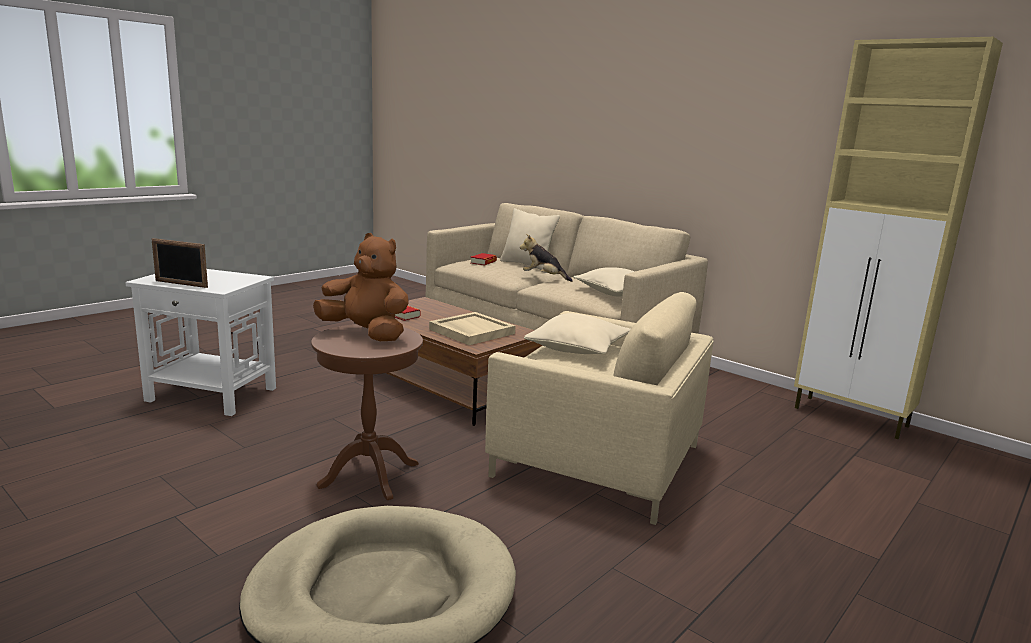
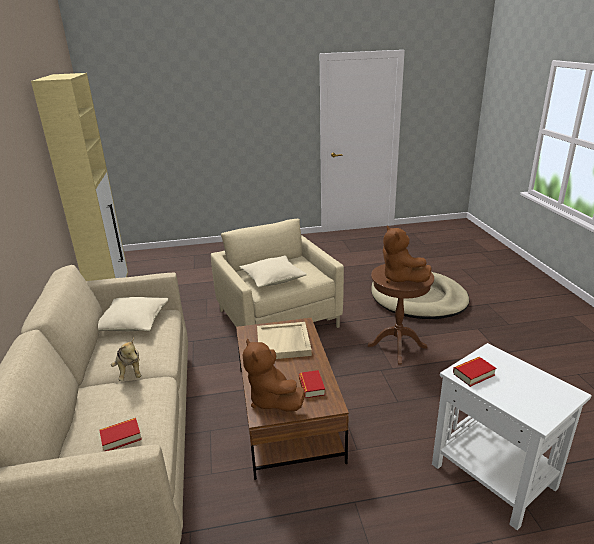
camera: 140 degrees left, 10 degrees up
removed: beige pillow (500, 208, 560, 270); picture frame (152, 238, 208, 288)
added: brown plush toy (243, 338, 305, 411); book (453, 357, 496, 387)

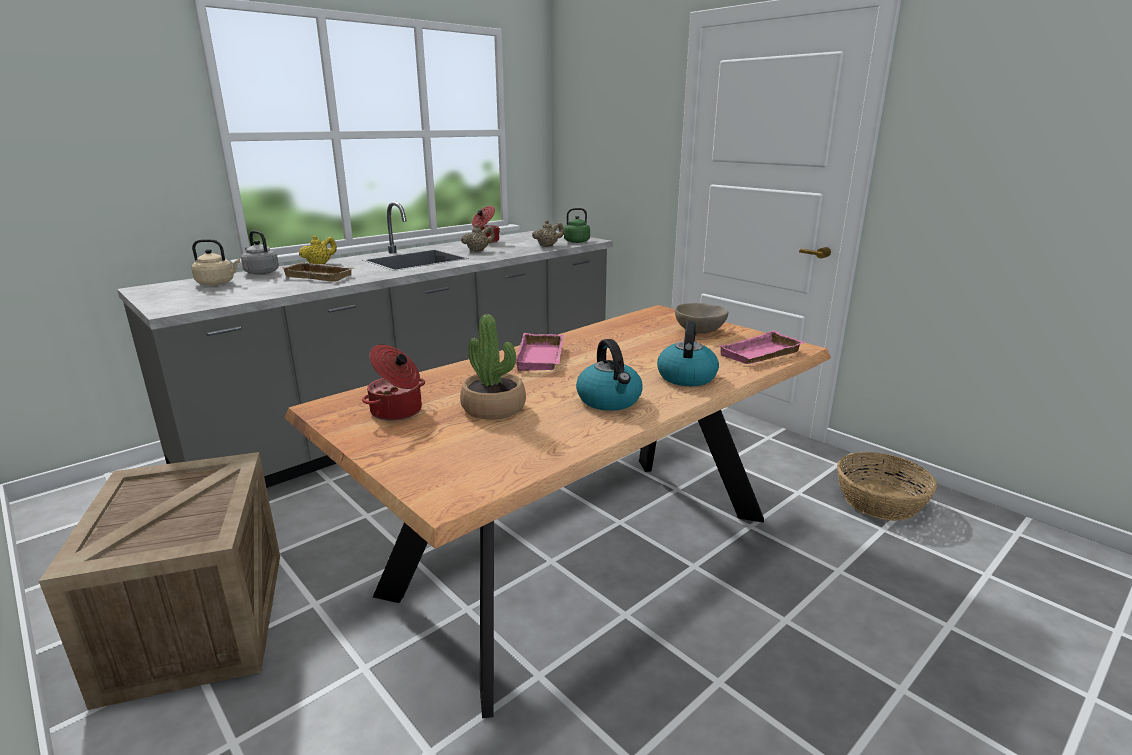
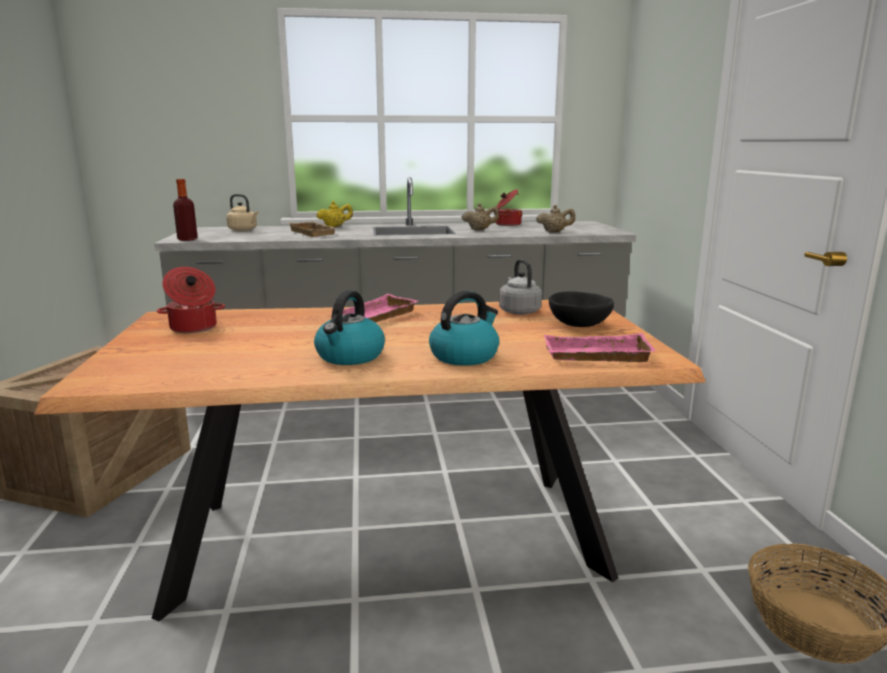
camera: 35 degrees right, 5 degrees down
removed: green kettle (556, 208, 590, 243); potted plant (460, 314, 526, 420)
added: bottle (173, 179, 198, 241)
moved: grey kettle (241, 231, 279, 275) to (499, 259, 542, 315)
recoloured: beige bowl (675, 303, 728, 333) to black bowl (549, 291, 614, 327)

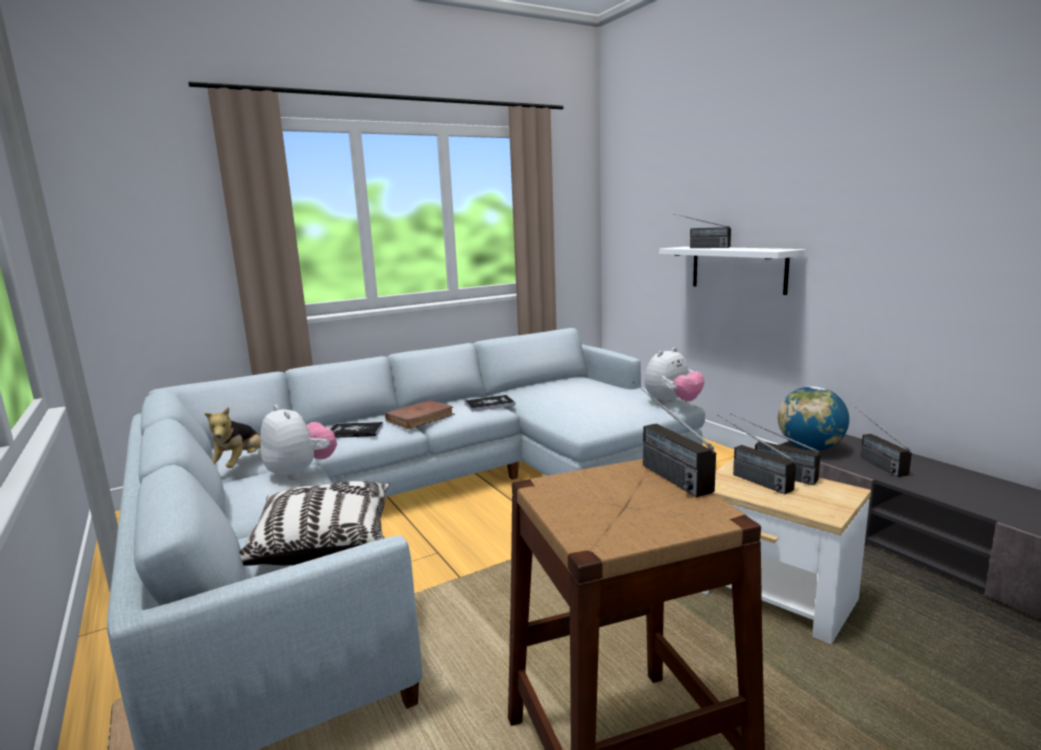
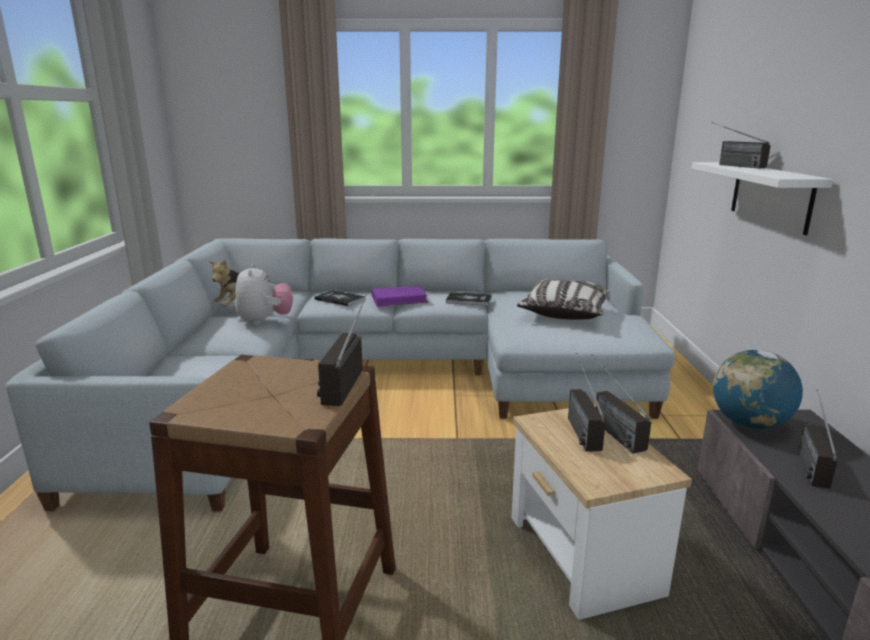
camera: 30 degrees right, 5 degrees up
removed: plush toy (644, 347, 705, 404)
moved: pillow (239, 481, 390, 566) to (517, 279, 610, 320)
recoloured: brown book (385, 400, 455, 429) to purple book (372, 286, 428, 307)

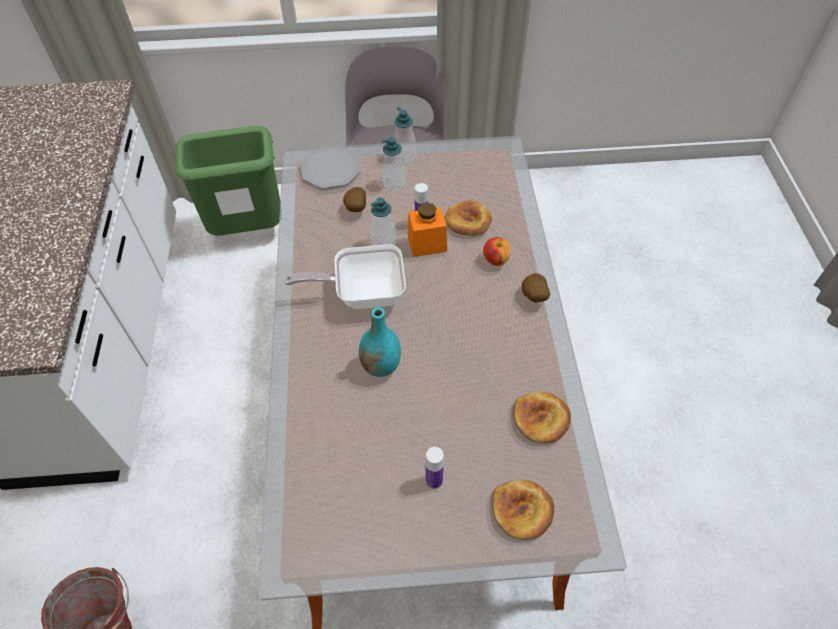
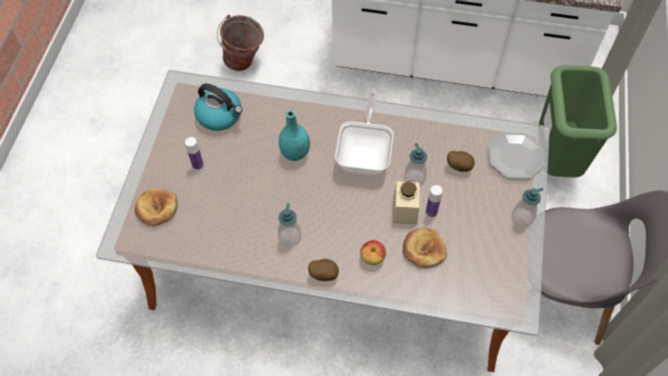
camera: 105 degrees right, 5 degrees up
removed: bread (513, 392, 571, 443)
added: kettle (194, 83, 242, 131)
moved: soap dispenser (381, 137, 406, 191) to (278, 203, 301, 247)
recoloured: orange jar (408, 203, 447, 257) to beige jar (393, 181, 420, 225)

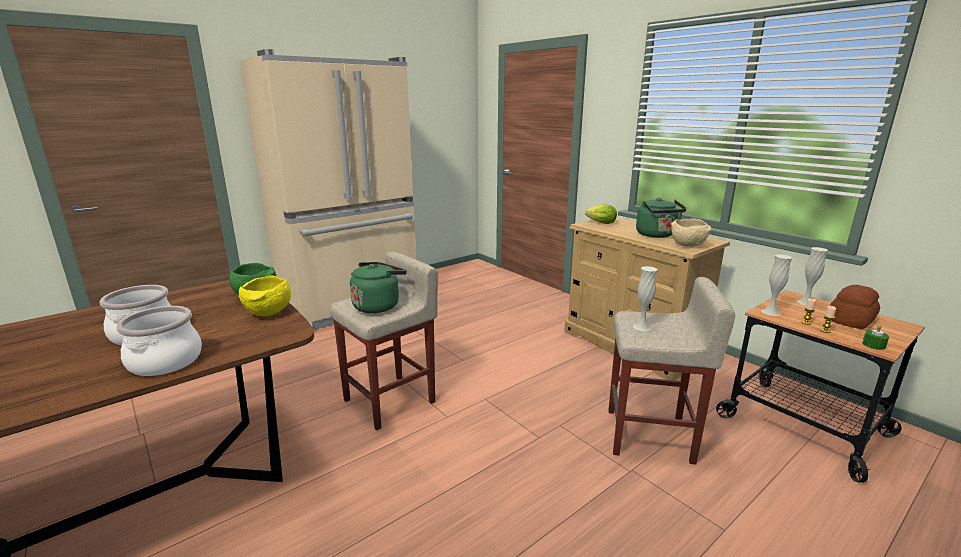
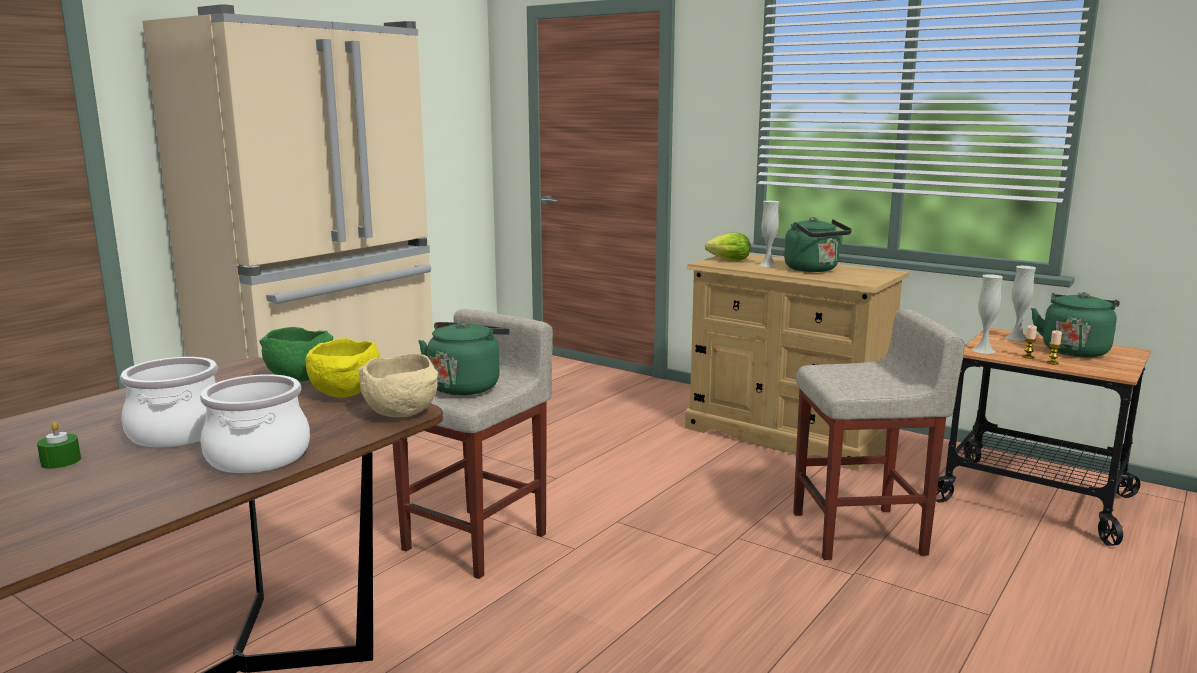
camera: 15 degrees left, 5 degrees down
moved: beige bowl (671, 218, 711, 247) to (358, 353, 438, 417); white vase (633, 266, 658, 331) to (759, 201, 779, 267); green candle (862, 325, 889, 350) to (37, 422, 81, 469)
replaced: bread (830, 285, 880, 329) to green kettle (1031, 292, 1120, 357)

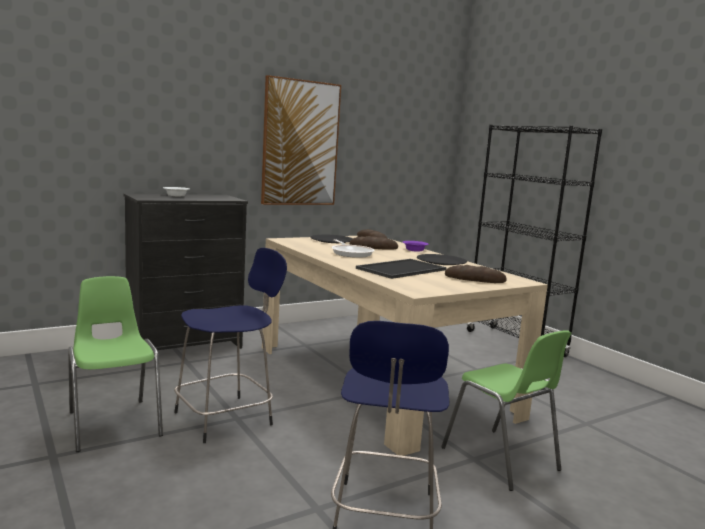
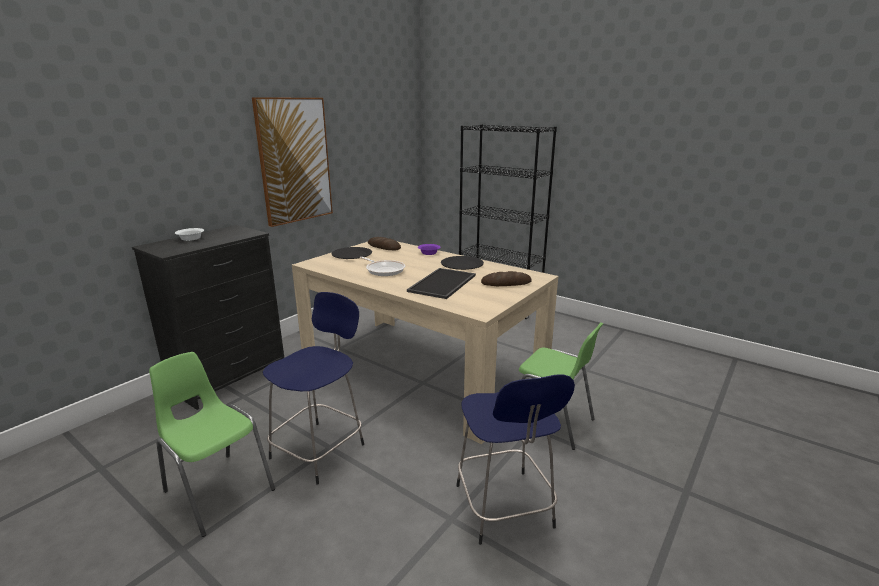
camera: 20 degrees left, 10 degrees up
removed: bread (349, 236, 398, 250)

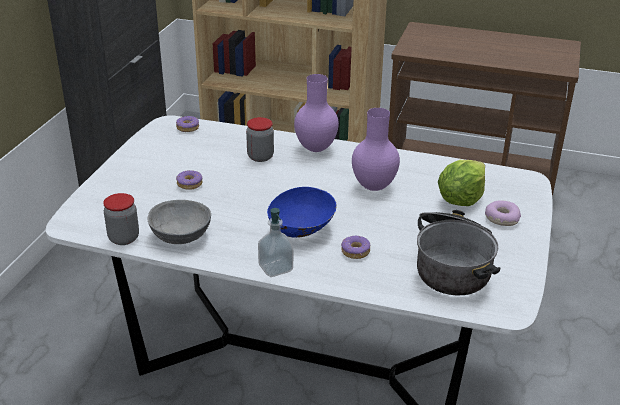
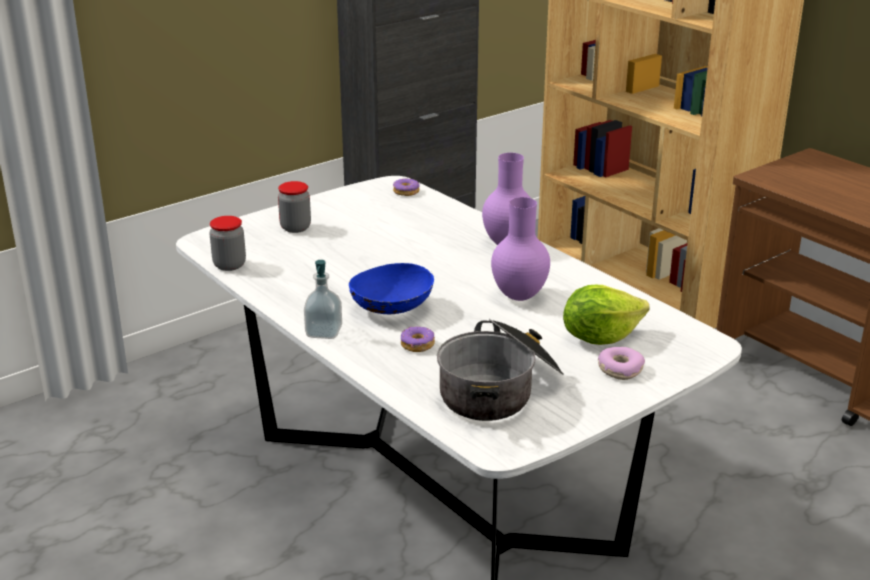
camera: 35 degrees right, 5 degrees down
removed: donut (176, 170, 202, 190); grey bowl (147, 200, 211, 244)
moved: jar (246, 117, 274, 162) to (278, 181, 311, 233)

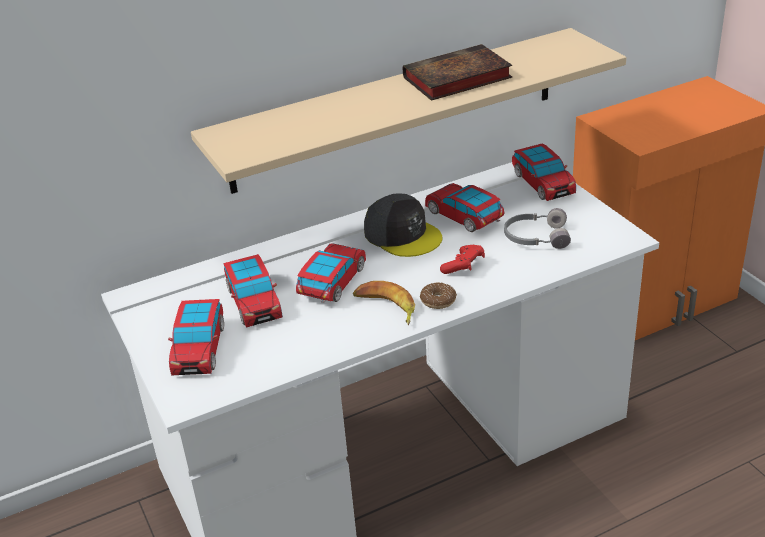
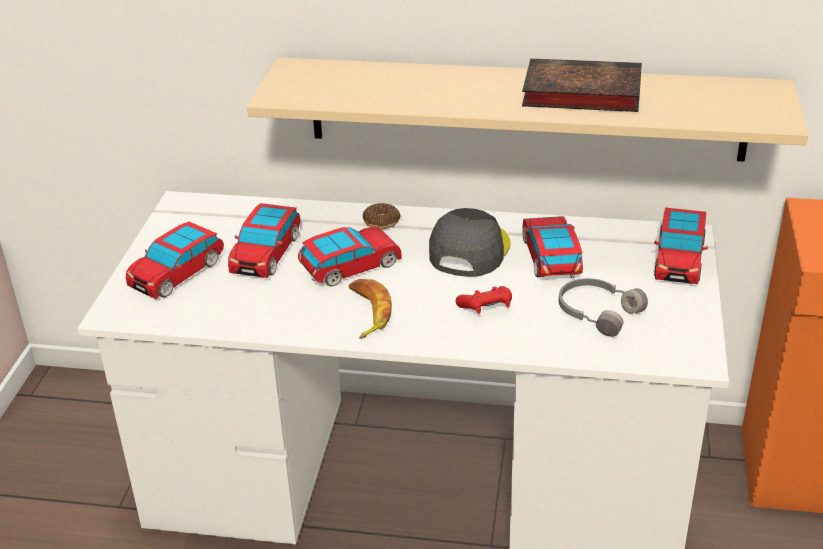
camera: 35 degrees right, 0 degrees up
moved: donut (420, 282, 457, 309) to (363, 203, 401, 229)
turned: grey cap (364, 193, 442, 257) = (429, 208, 511, 277) 150 degrees counterclockwise

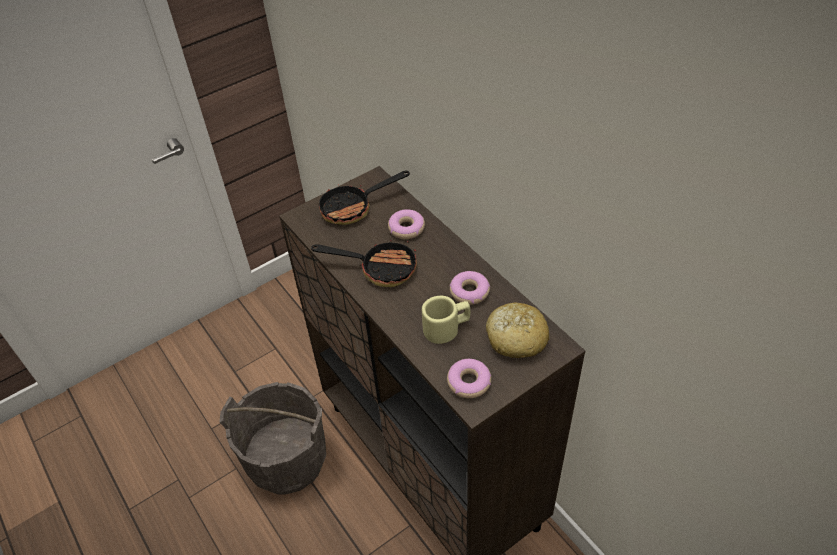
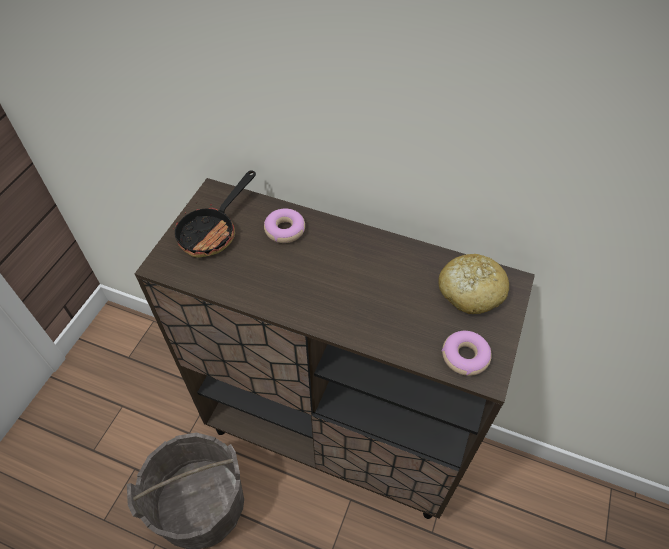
camera: 35 degrees left, 5 degrees up
removed: frying pan (311, 240, 417, 287); donut (449, 271, 490, 305); beige mug (422, 296, 470, 344)

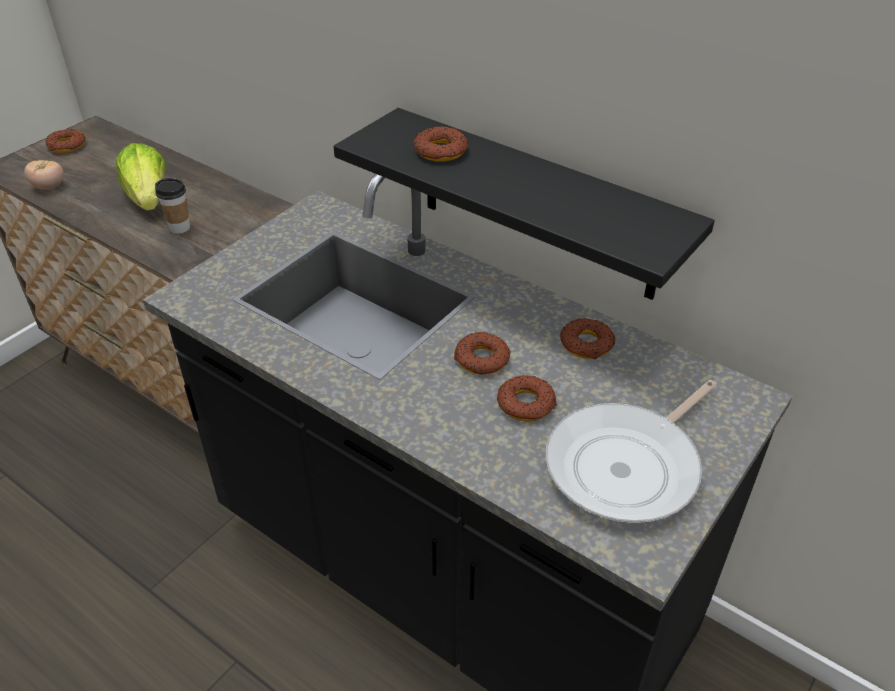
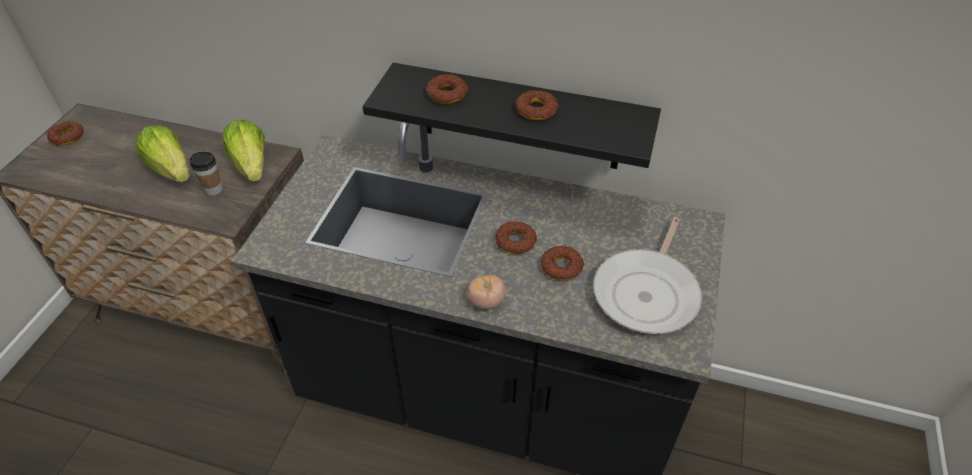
camera: 20 degrees left, 5 degrees up
added: lettuce (222, 120, 265, 182)
moved: tomato (24, 160, 64, 190) to (467, 275, 506, 310); donut (560, 318, 616, 359) to (515, 90, 559, 120)

